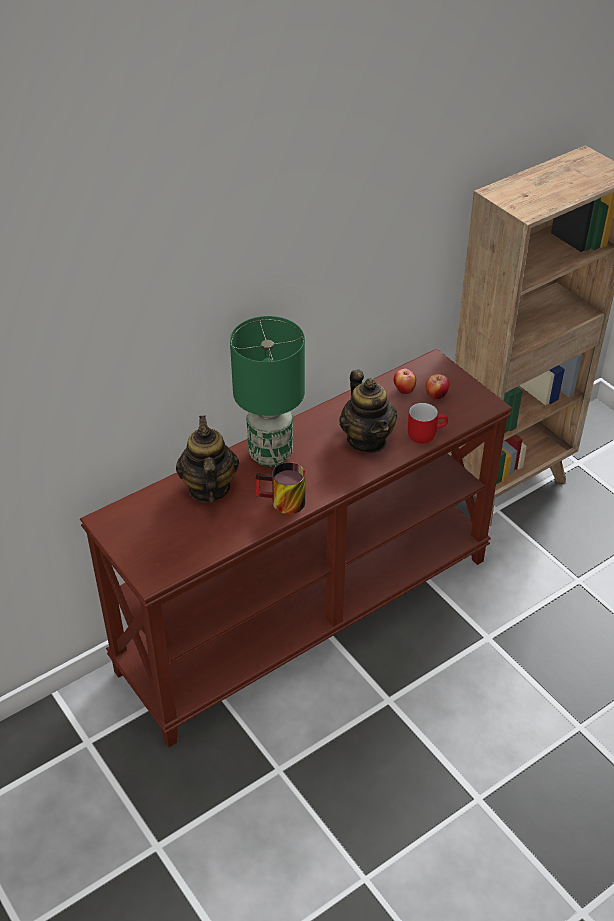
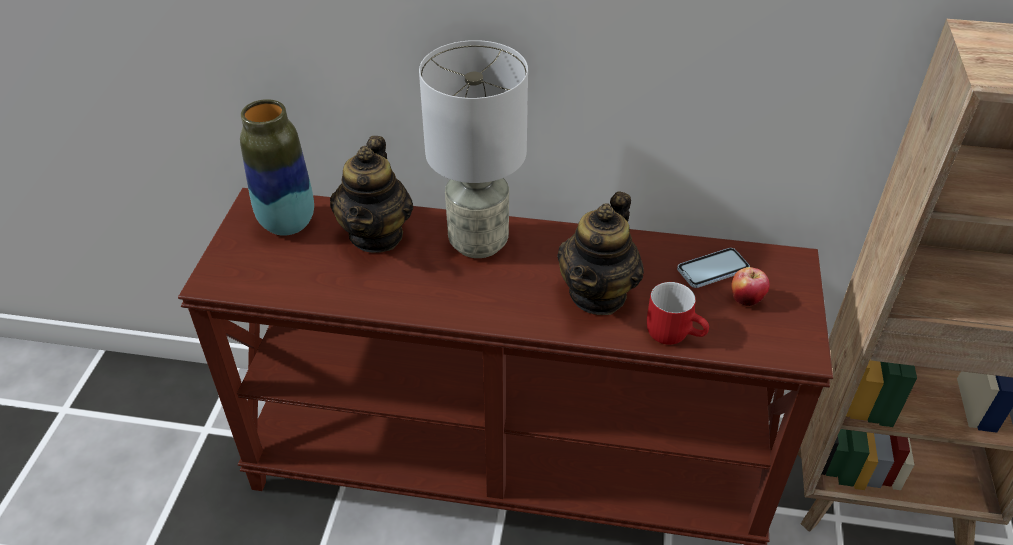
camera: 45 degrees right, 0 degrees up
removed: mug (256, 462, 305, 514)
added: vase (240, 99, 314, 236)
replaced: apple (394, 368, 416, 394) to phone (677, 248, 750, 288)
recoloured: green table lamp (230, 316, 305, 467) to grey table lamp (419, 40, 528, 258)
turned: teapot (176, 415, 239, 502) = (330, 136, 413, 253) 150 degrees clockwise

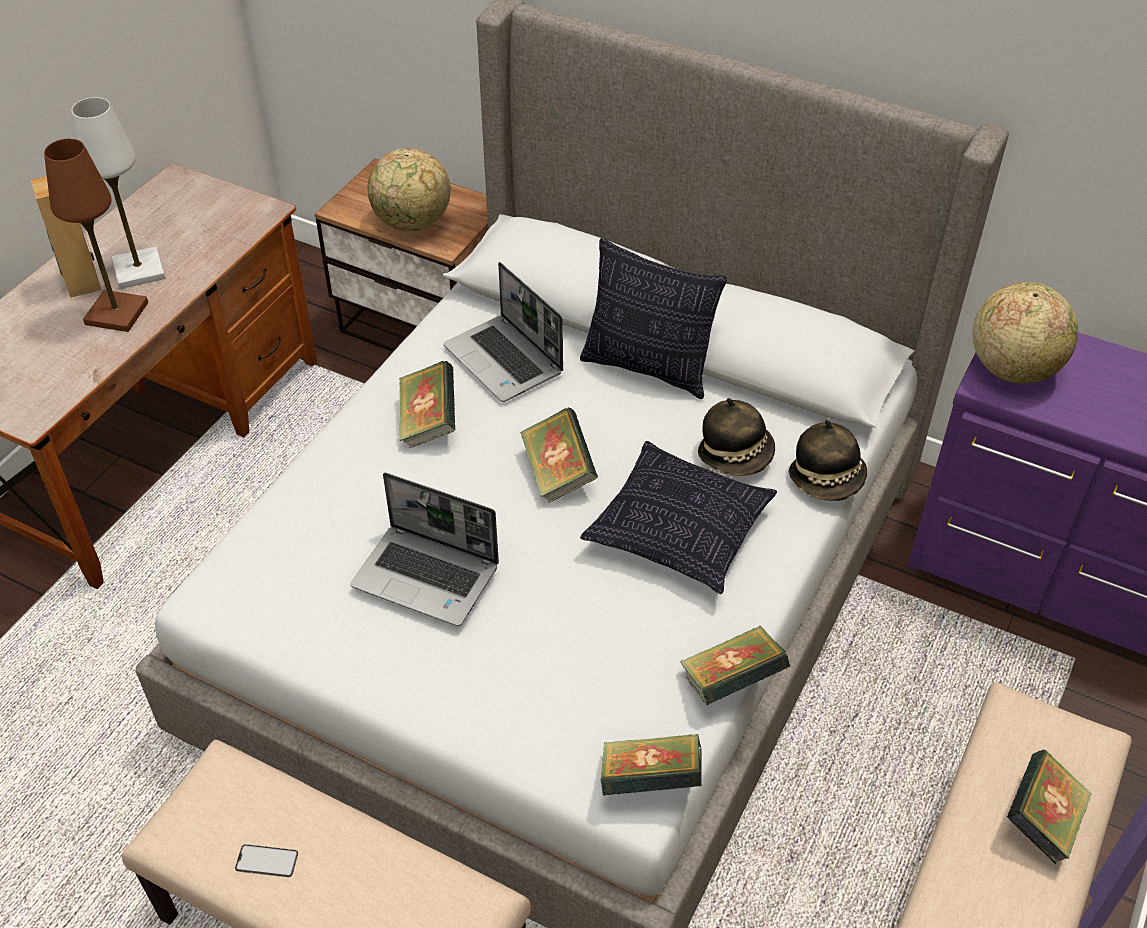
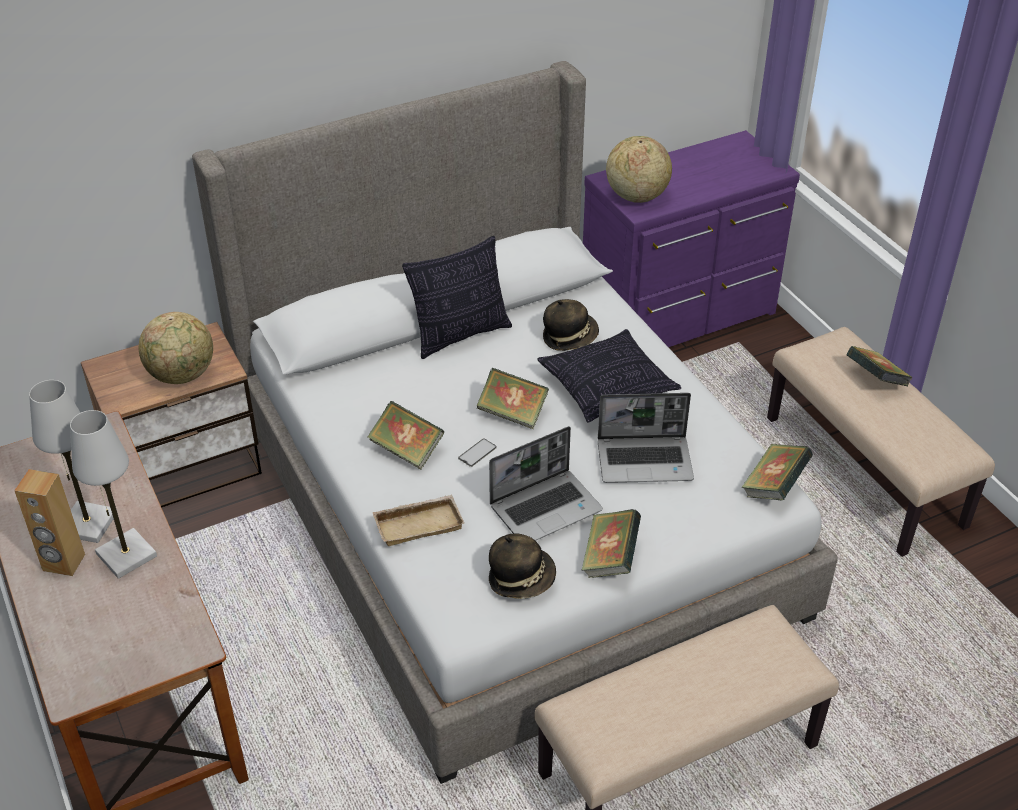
camera: 55 degrees left, 5 degrees down
added: beige tray (372, 495, 464, 546)
moved: laptop (443, 262, 563, 402) to (598, 393, 694, 483); hat (789, 420, 867, 501) to (489, 533, 556, 599); book (680, 626, 790, 705) to (582, 509, 641, 578); phone (235, 844, 298, 877) to (458, 439, 497, 467)
recoloured: brown table lamp (44, 139, 148, 332) to white table lamp (70, 410, 157, 579)

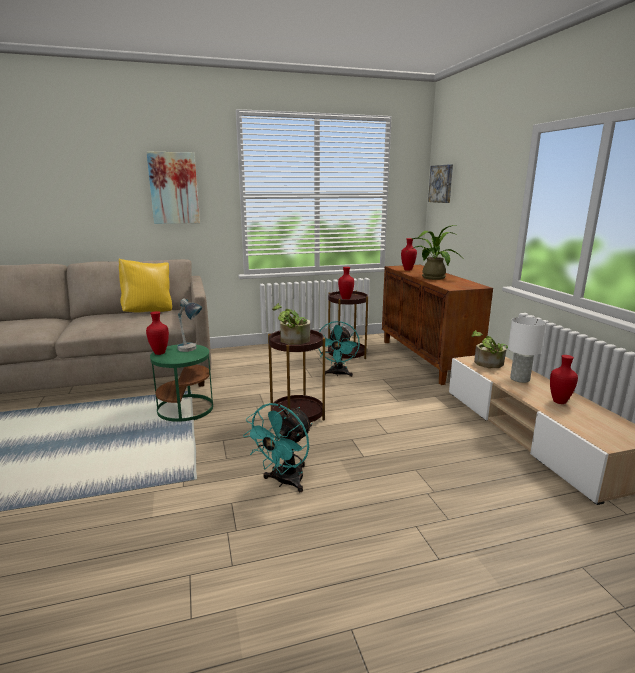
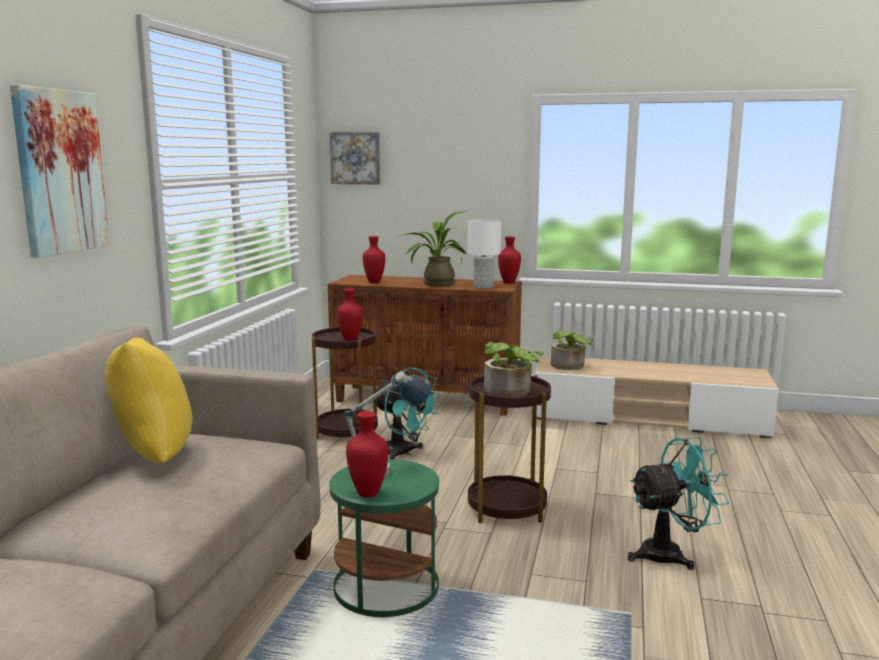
camera: 60 degrees left, 5 degrees down
moved: white table lamp (508, 317, 546, 383) to (468, 219, 501, 289); red vase (550, 355, 578, 404) to (498, 236, 521, 284)
turned: turquoise fan (243, 403, 312, 492) = (628, 437, 729, 570) 75 degrees counterclockwise

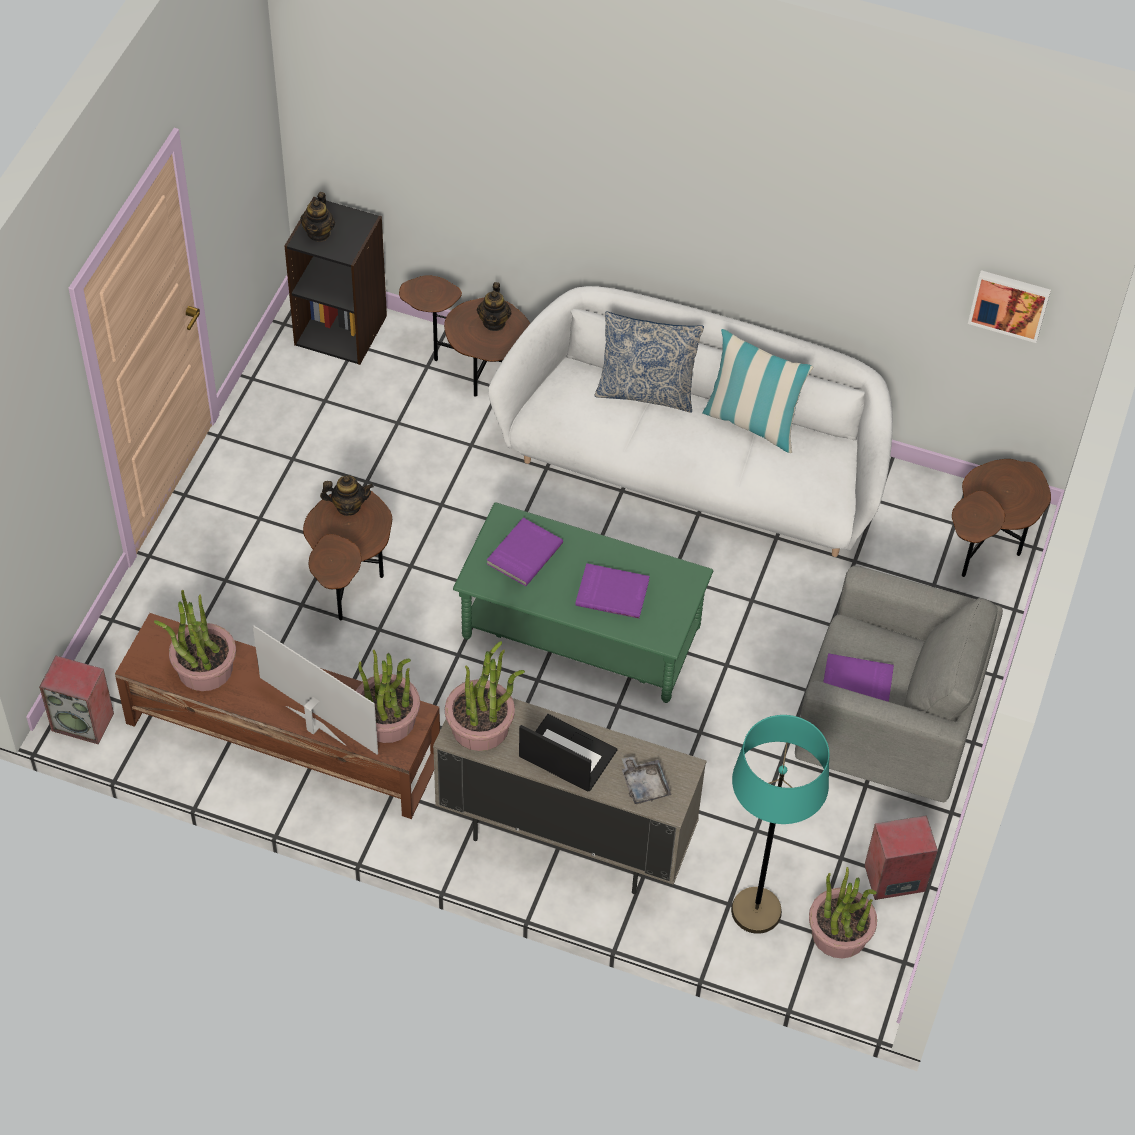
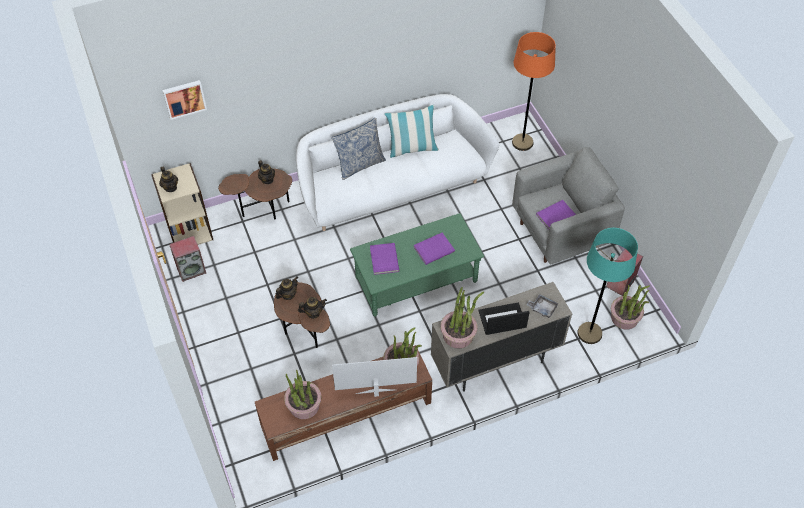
camera: 40 degrees left, 0 degrees up
added: teapot (298, 297, 327, 319)
moved: picture (968, 270, 1051, 343) to (162, 80, 207, 120); speaker (39, 656, 114, 744) to (169, 236, 206, 282)
replaced: brown side table (952, 459, 1051, 577) to orange floor lamp (512, 32, 556, 151)
recoloured: black bookcase (284, 197, 387, 365) to beige bookcase (151, 163, 213, 245)

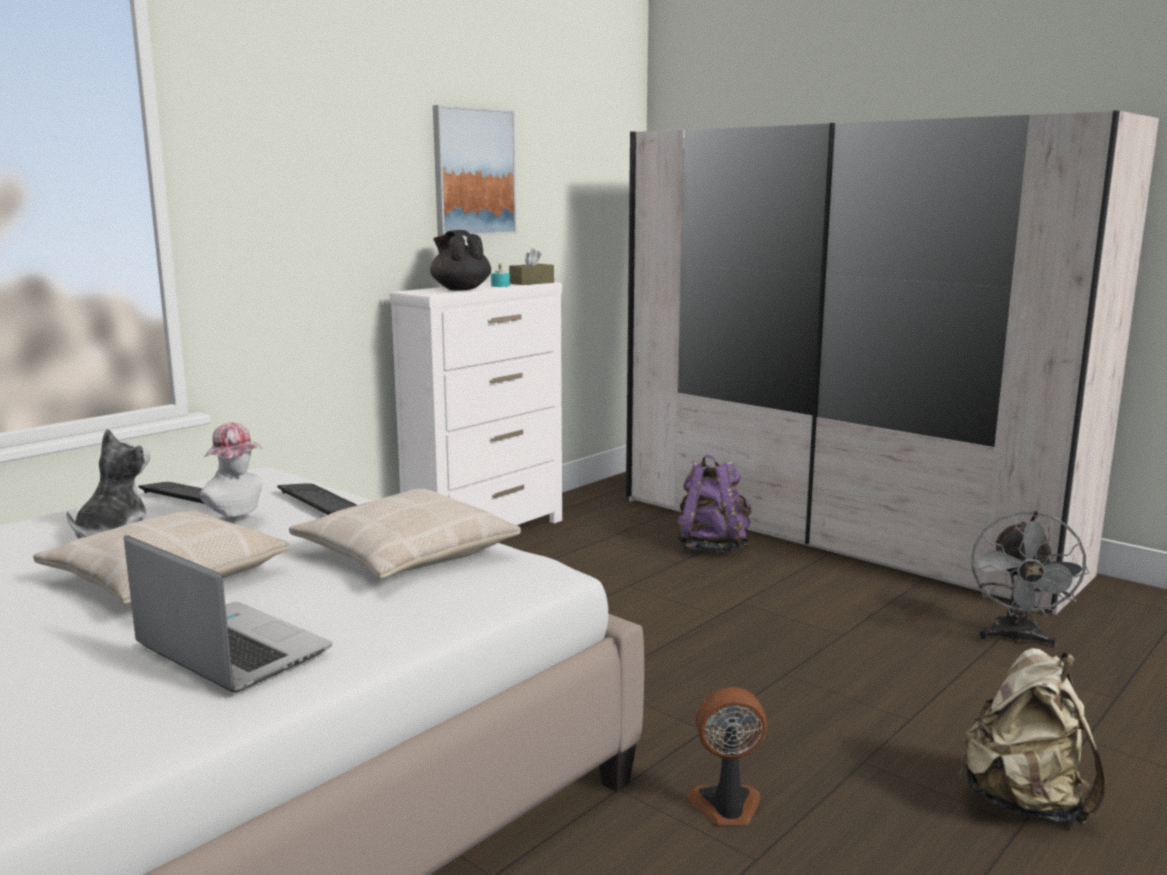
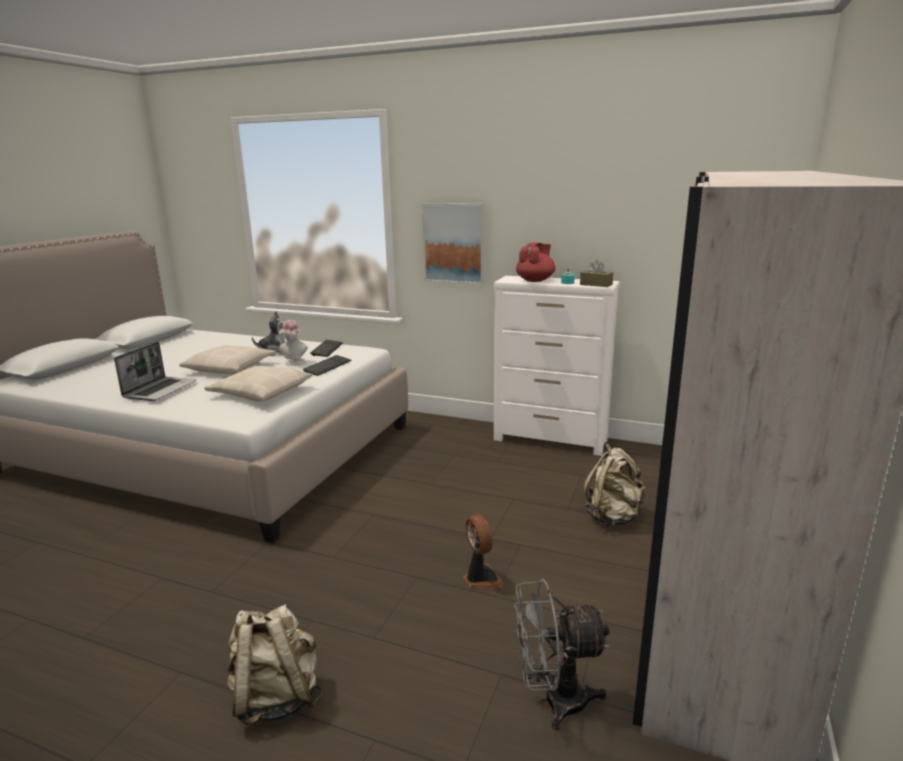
camera: 70 degrees right, 5 degrees up
moved: picture (433, 105, 517, 237) to (422, 203, 484, 284); fan (687, 687, 767, 825) to (463, 514, 504, 589)
recoloured: black teapot (430, 230, 491, 291) to red teapot (516, 243, 556, 282); purple backpack (677, 455, 752, 553) to beige backpack (584, 443, 646, 527)

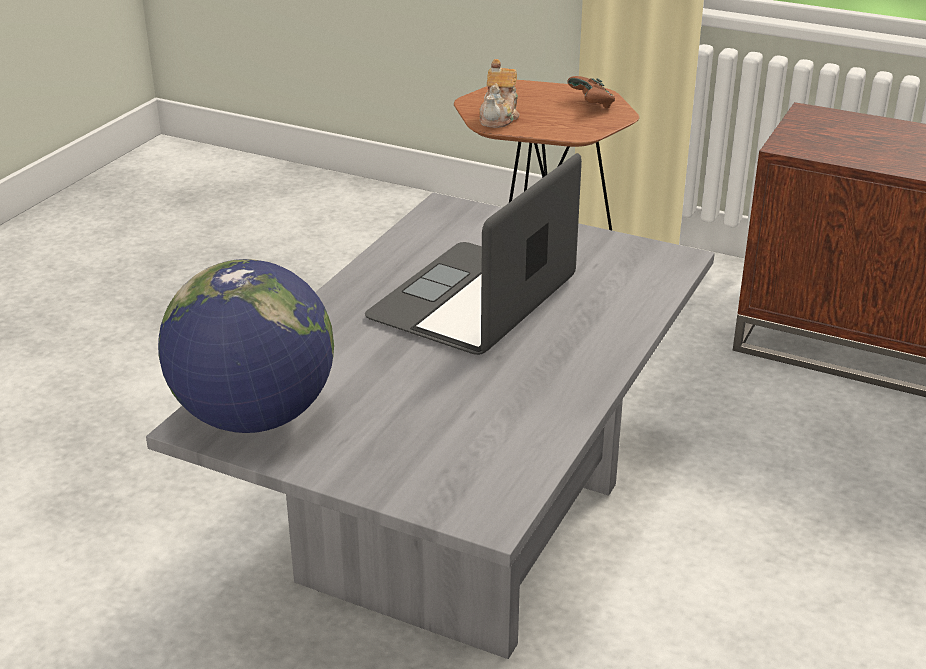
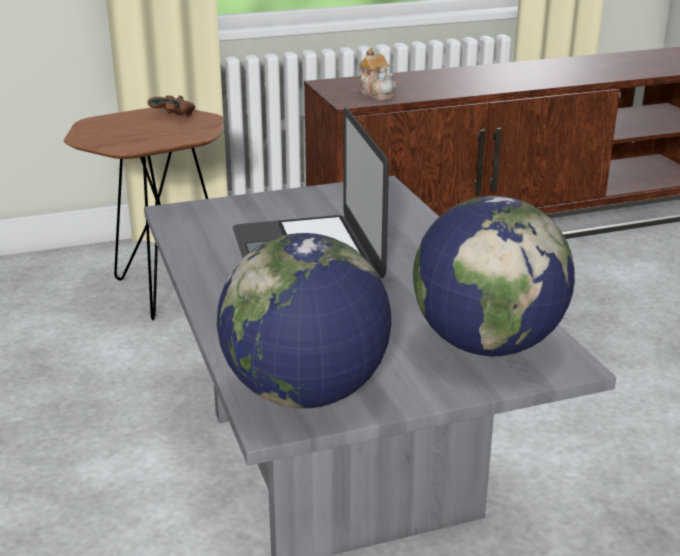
camera: 45 degrees left, 5 degrees down
added: globe (413, 196, 575, 356)
moved: teapot (479, 59, 520, 128) to (359, 48, 396, 100)

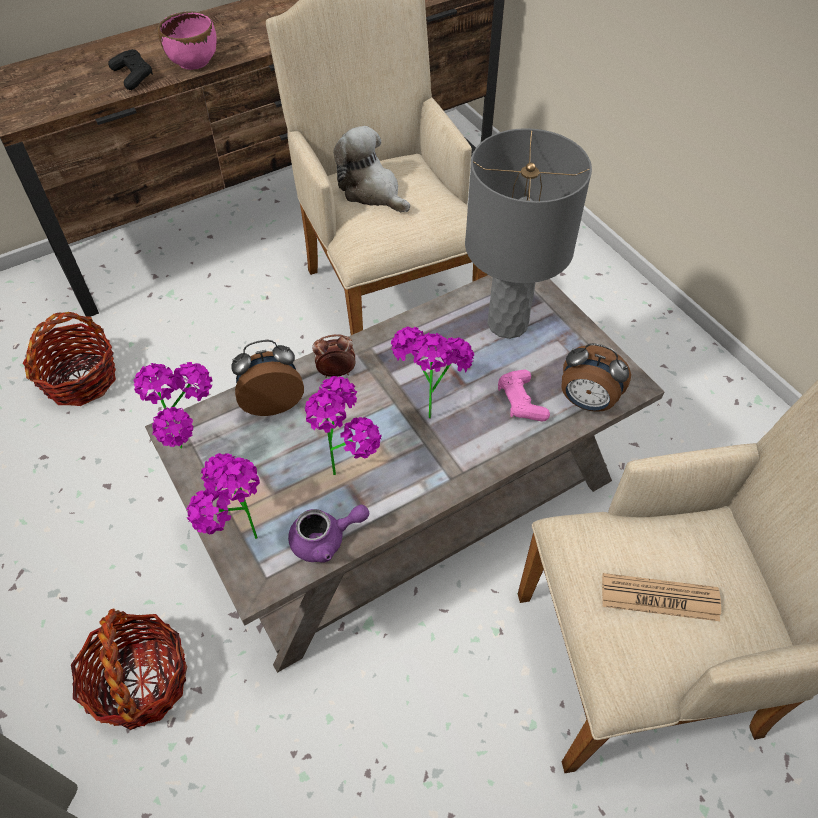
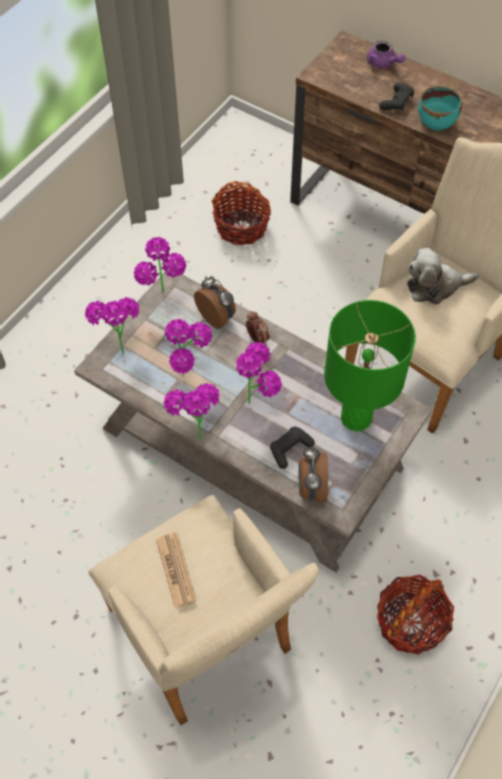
camera: 65 degrees right, 5 degrees up
added: potted plant (164, 383, 220, 440)
moved: purple teapot (288, 505, 369, 563) to (367, 40, 405, 68); basket (71, 609, 187, 730) to (377, 575, 454, 655)
recoloured: pink bowl (157, 11, 217, 70) to turquoise bowl (418, 86, 462, 131); grey table lamp (465, 128, 592, 339) to green table lamp (324, 300, 416, 432); pink game controller (498, 370, 550, 422) to black game controller (270, 427, 315, 469)
turned: plush toy (333, 126, 410, 212) = (407, 248, 479, 304) 120 degrees counterclockwise

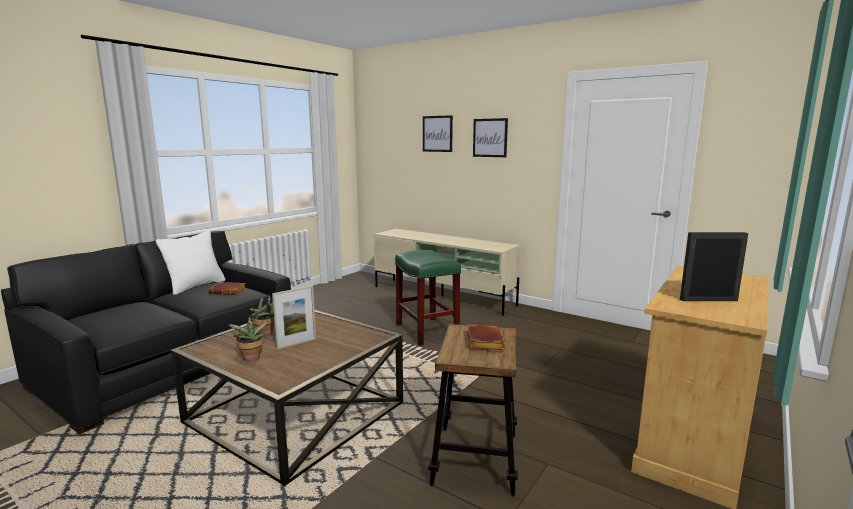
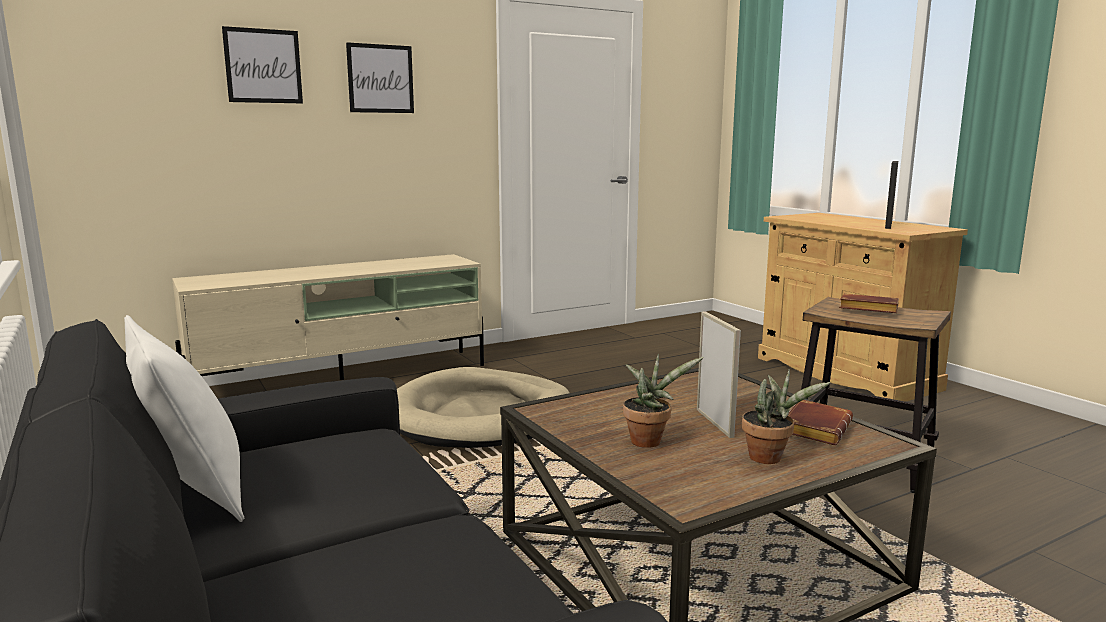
camera: 65 degrees left, 0 degrees up
moved: brown book (208, 282, 246, 295) to (788, 400, 853, 445)
replaced: green stool (395, 250, 461, 346) to beige dog bed (397, 367, 570, 448)

